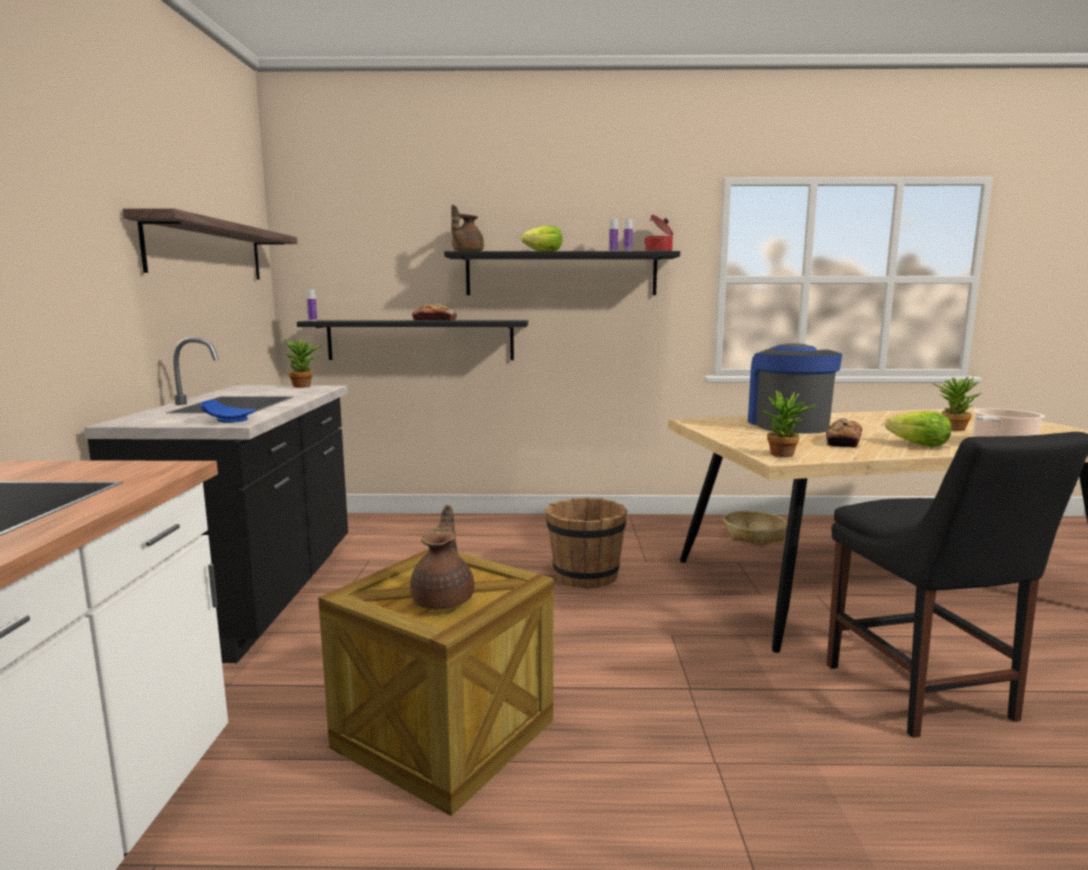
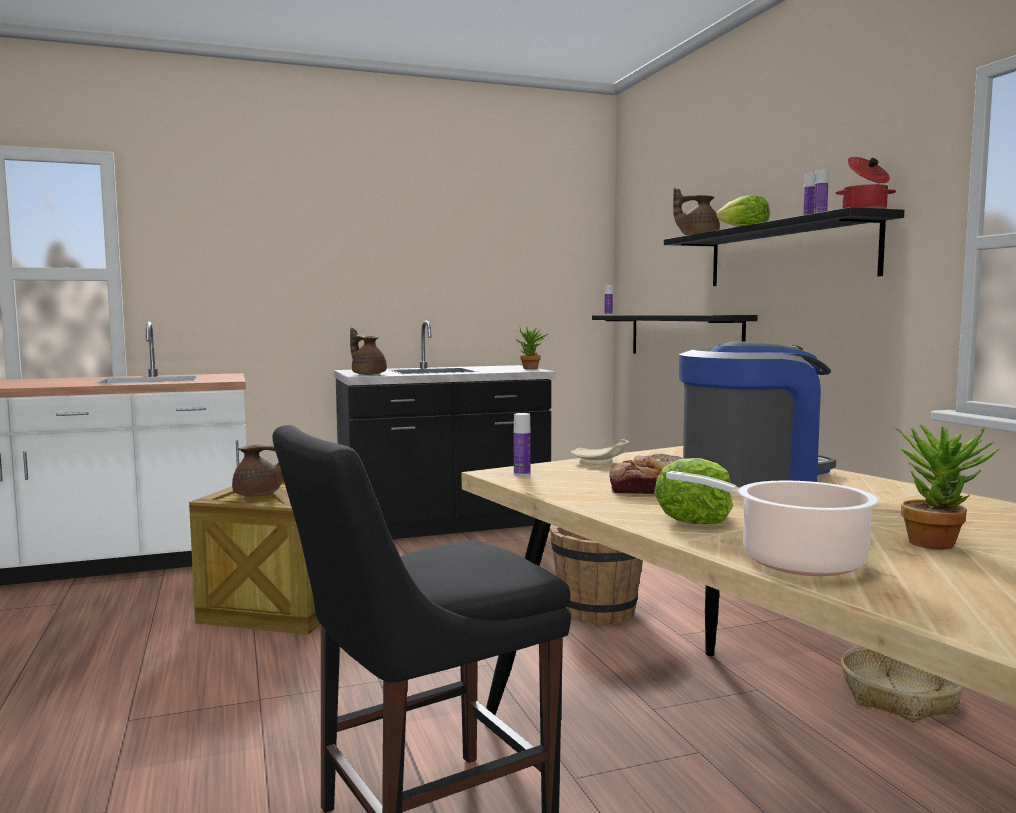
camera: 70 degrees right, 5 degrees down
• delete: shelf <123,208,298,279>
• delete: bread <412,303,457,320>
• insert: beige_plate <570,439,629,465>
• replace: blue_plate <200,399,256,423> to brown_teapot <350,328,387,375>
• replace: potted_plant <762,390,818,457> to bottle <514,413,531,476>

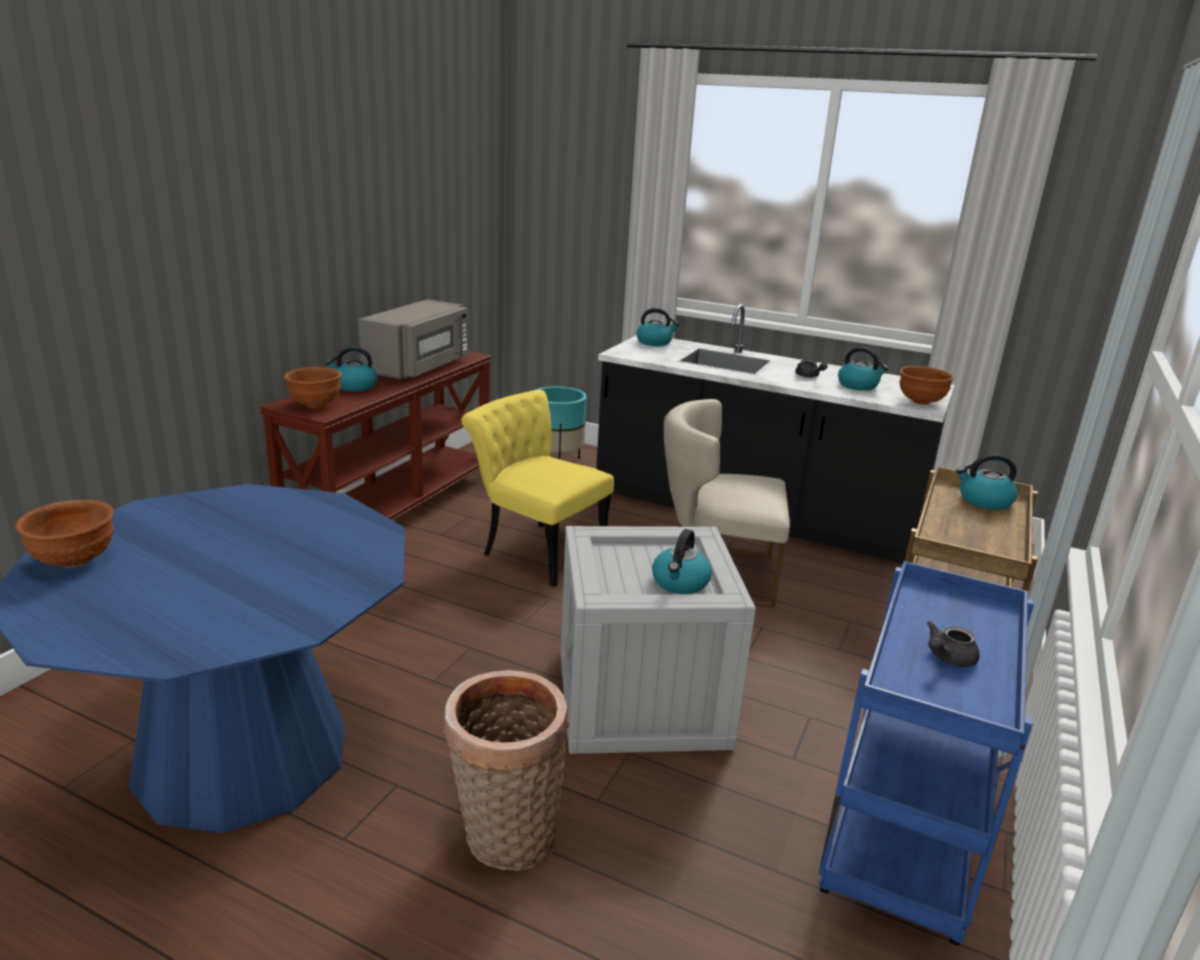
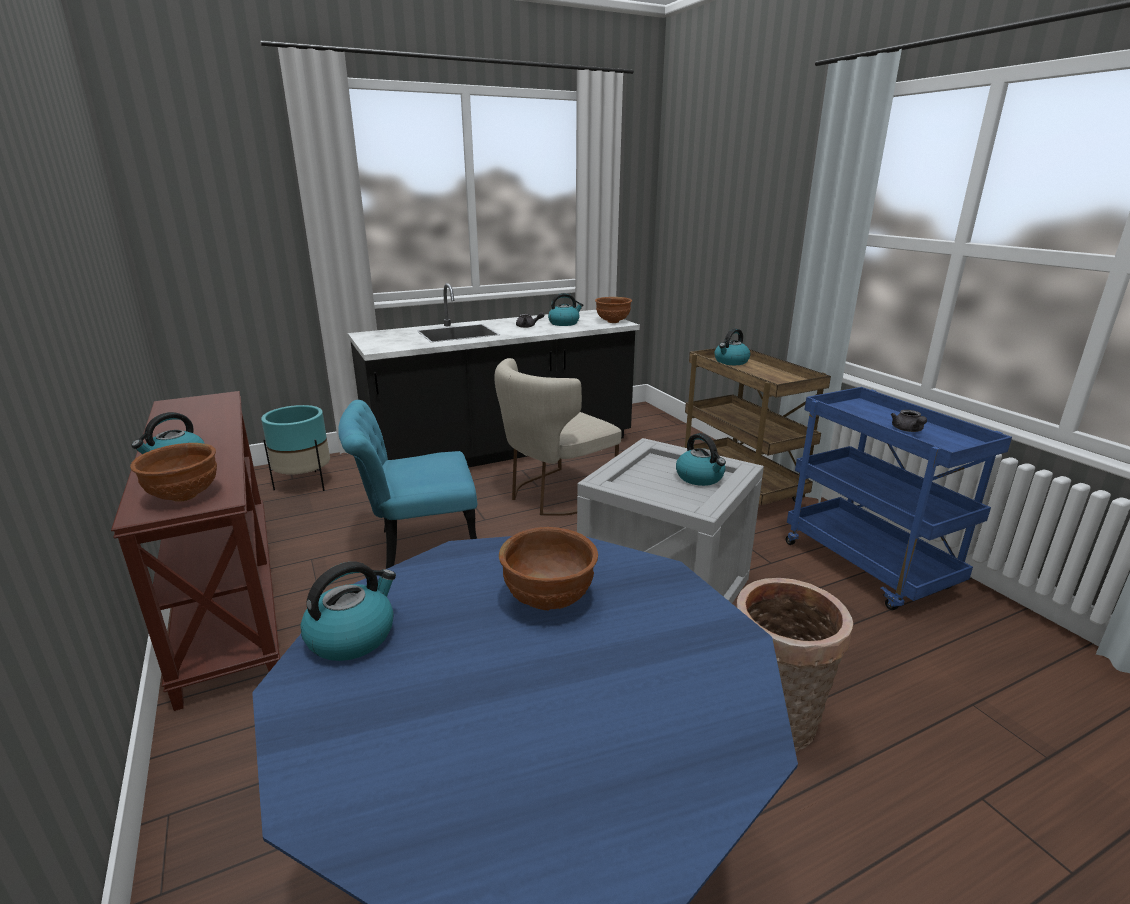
camera: 50 degrees left, 0 degrees up
• delete: grey_microwave <358,299,468,379>
• move: brown_bowl <15,500,114,567> to <499,527,598,611>
• move: kettle <636,308,679,346> to <300,562,396,661>
• recolor: yellow_chair <461,390,614,587> to turquoise_chair <339,400,477,569>

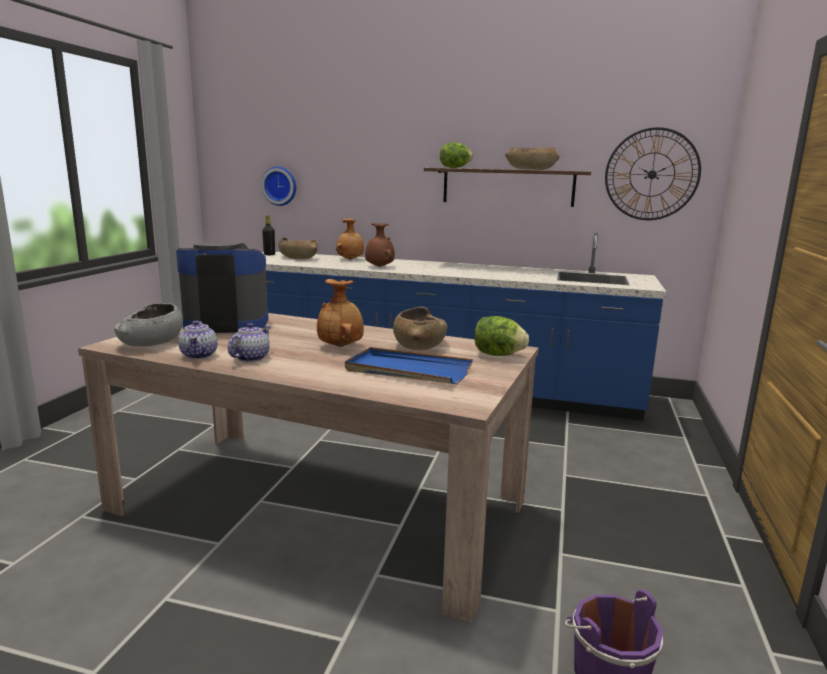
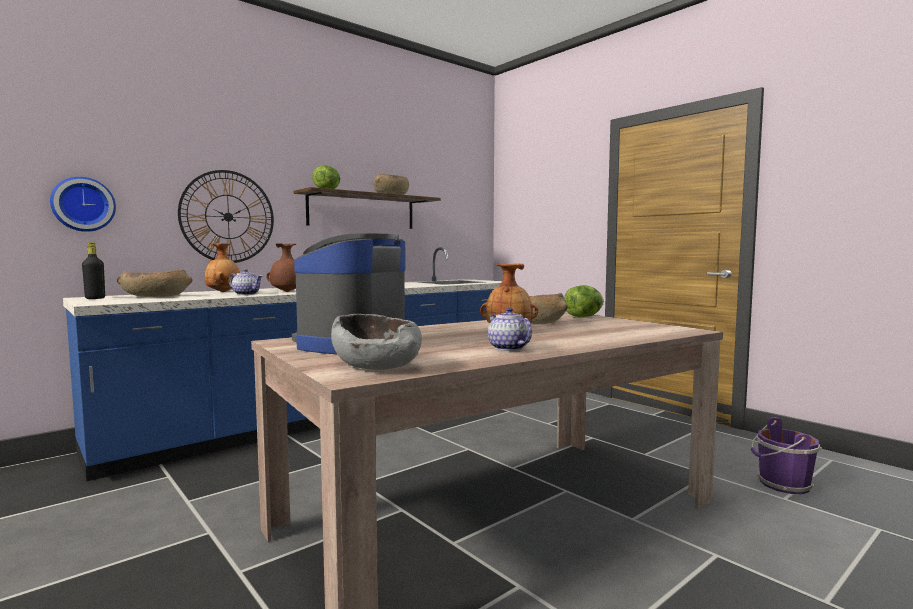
camera: 55 degrees left, 10 degrees down
• delete: blue_tray <345,347,473,384>
• move: teapot <178,321,217,359> to <229,269,263,295>
• move: wall_clock <605,127,701,220> to <178,170,274,263>

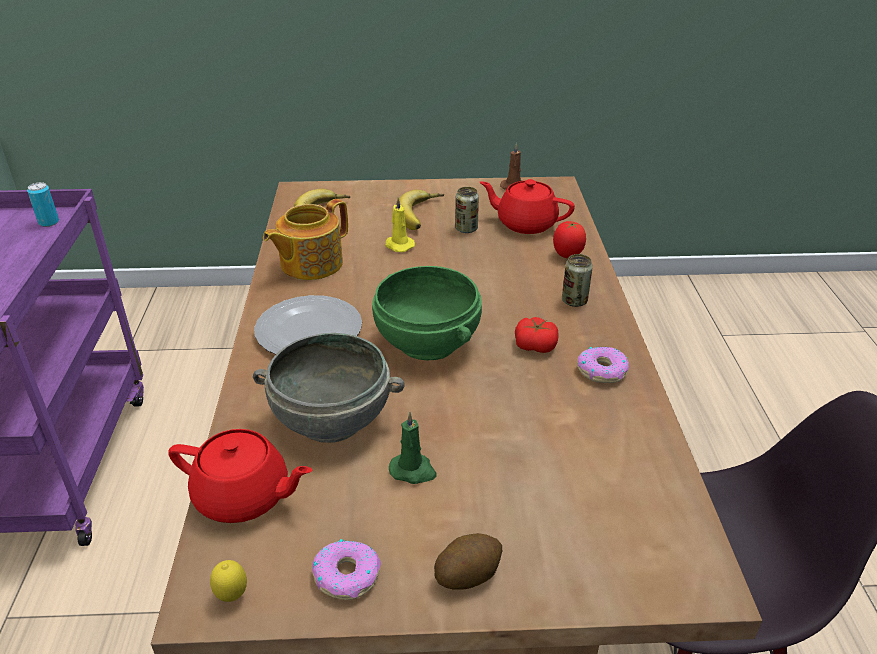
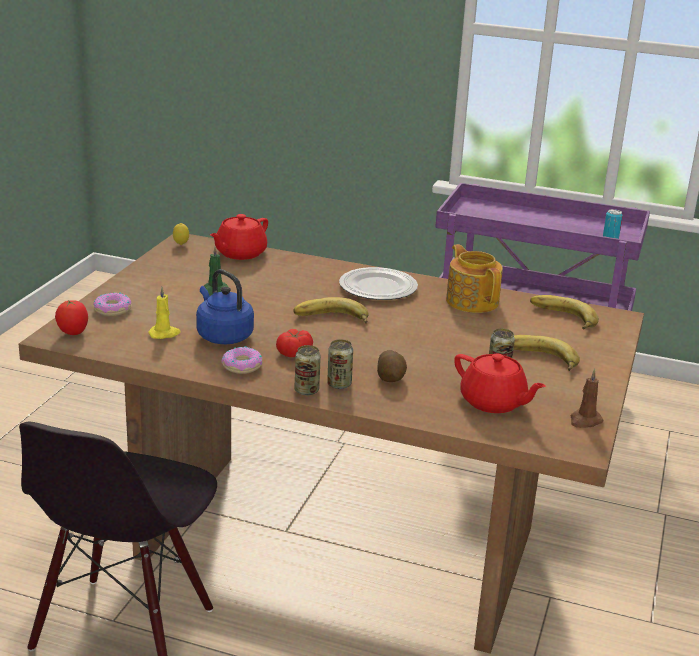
camera: 110 degrees right, 10 degrees down
• delete: grey_bowl <253,333,405,443>
• insert: blue_kettle <196,269,254,344>
• insert: can <294,345,321,395>
• move: donut <312,539,381,600> to <93,293,132,316>
• move: yellow_candle <385,197,415,252> to <148,287,181,339>
• move: potato <434,533,502,590> to <377,350,407,382>
• move: tomato <553,221,586,258> to <55,300,88,335>
• replace: green_bowl <372,266,482,360> to banana <293,297,369,324>
• rotate: red_teapot <480,179,575,234> = <454,353,546,413> 90 degrees clockwise

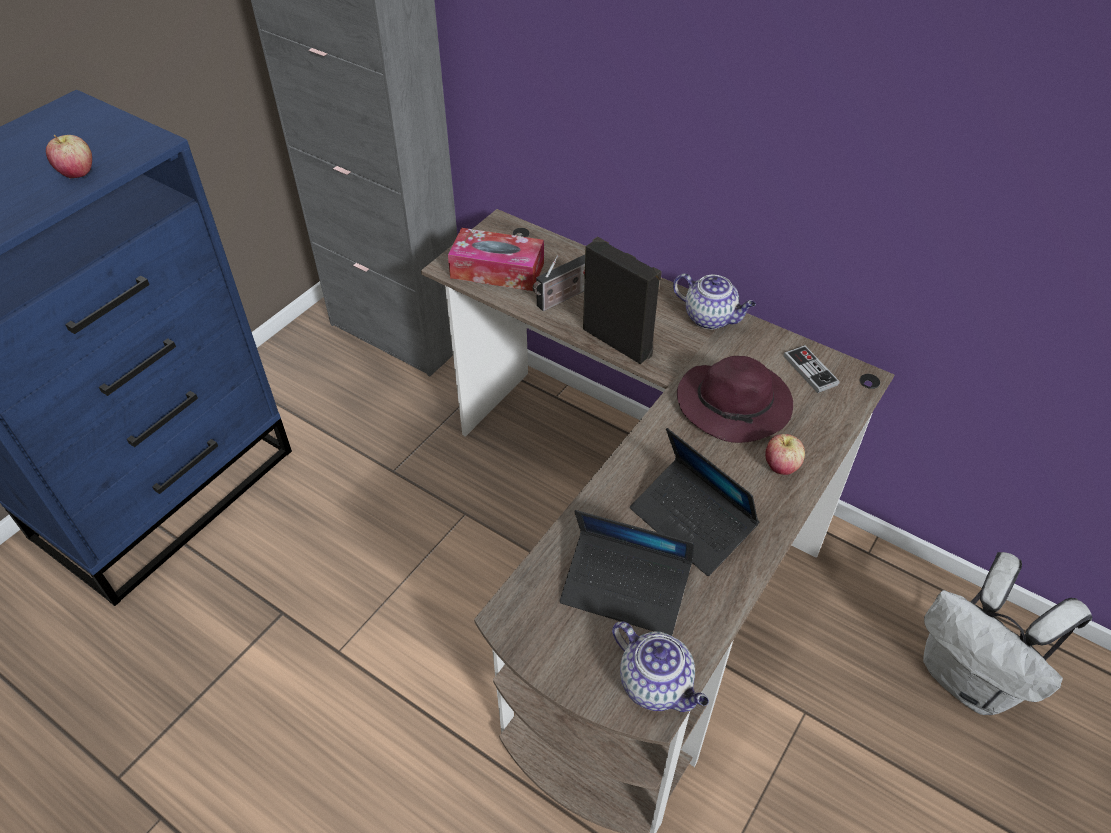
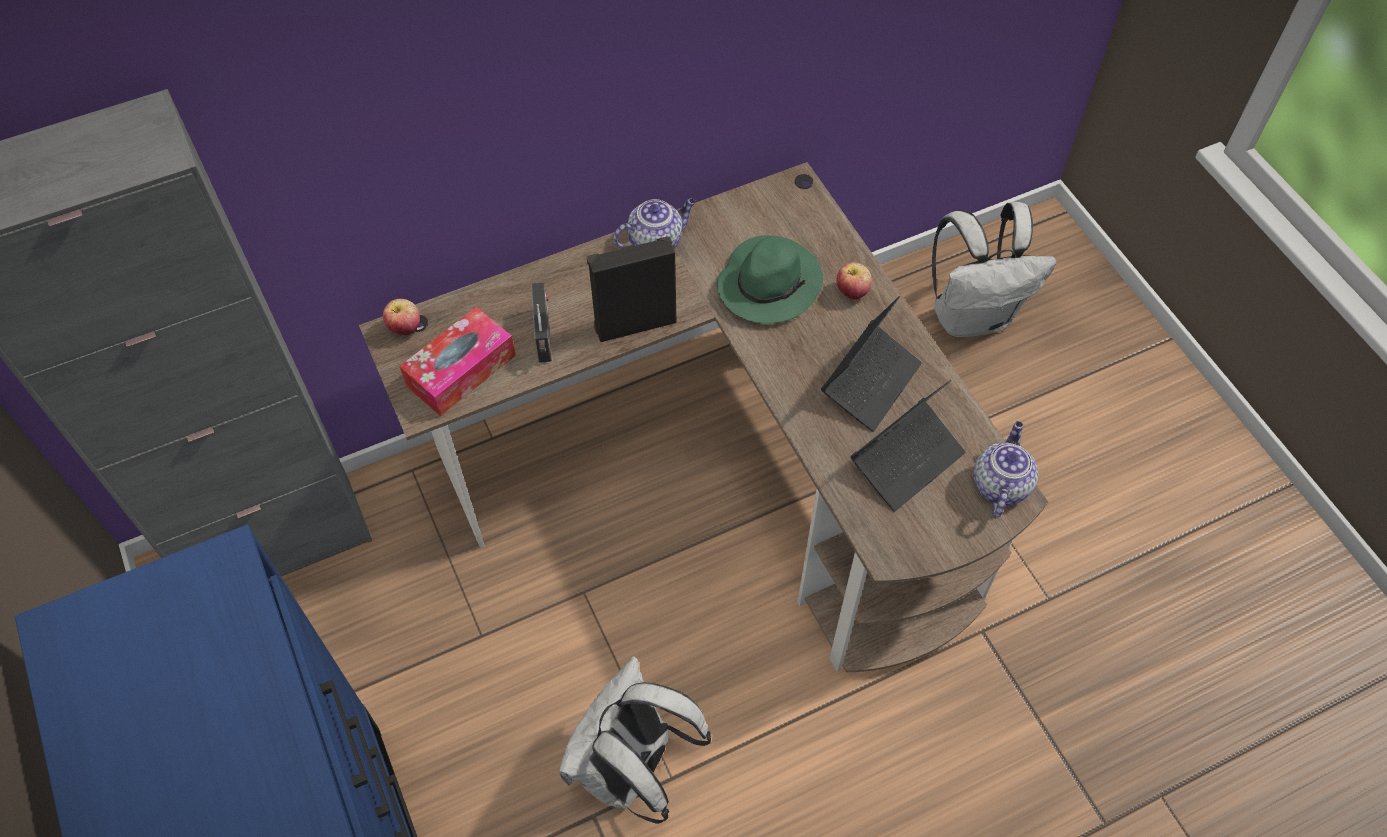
camera: 60 degrees left, 10 degrees up
• delete: game_controller <784,345,840,393>
• insert: white_backpack <559,656,711,824>
• move: apple <46,135,92,178> to <383,299,420,335>
• recolor: purple_hat <677,356,793,443> to green_hat <717,235,823,324>
• rotate: teapot <612,621,709,712> = <973,421,1038,517> 60 degrees counterclockwise
• rotate: laptop <630,428,759,576> = <821,296,922,432> 45 degrees counterclockwise

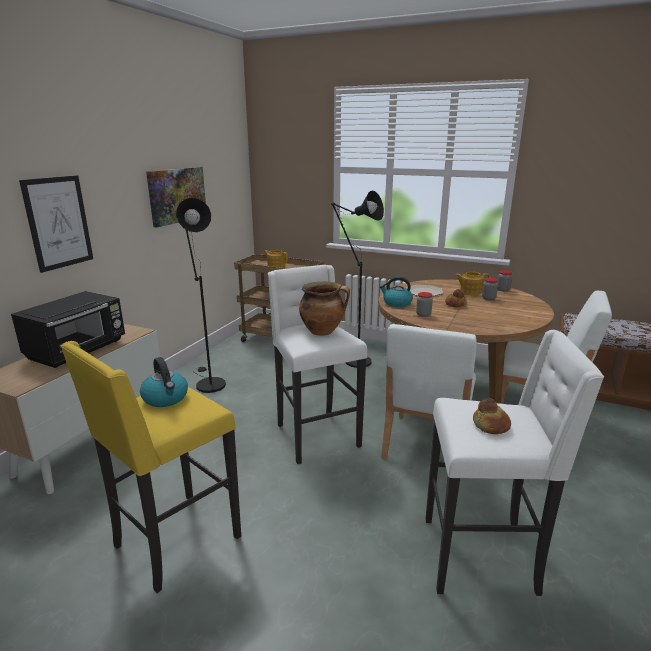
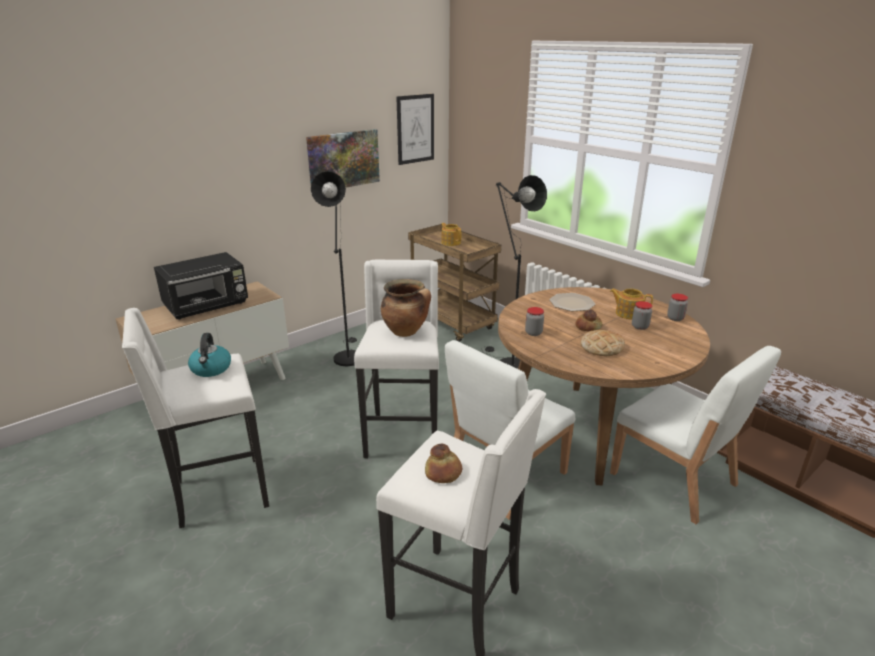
camera: 25 degrees right, 5 degrees up
• delete: kettle <380,277,413,307>
• insert: bread <580,330,625,356>
• move: picture <19,175,93,273> to <396,94,434,165>
• recolor: yellow_stool <60,341,241,593> to white_stool <122,308,269,528>

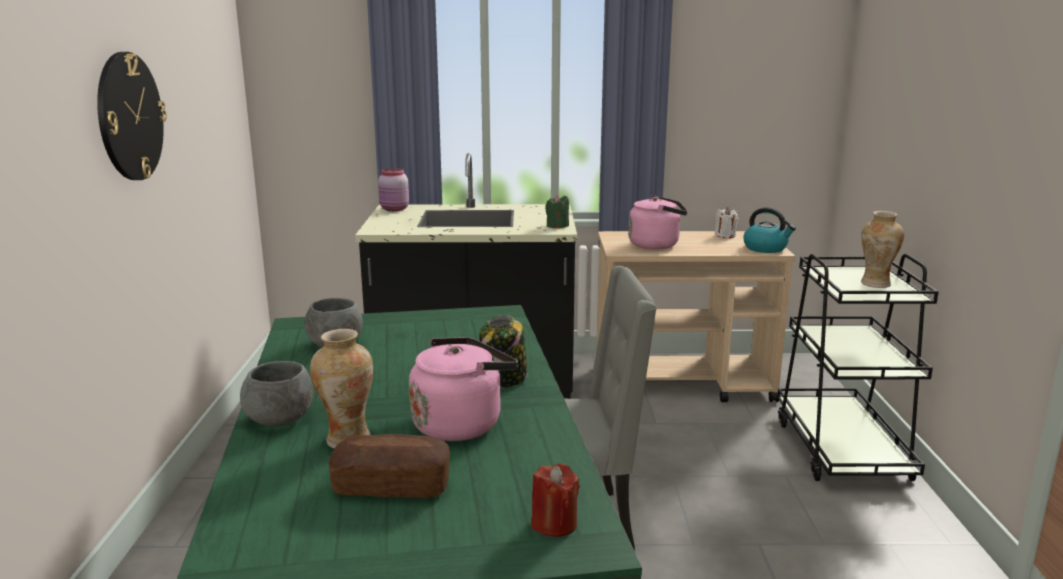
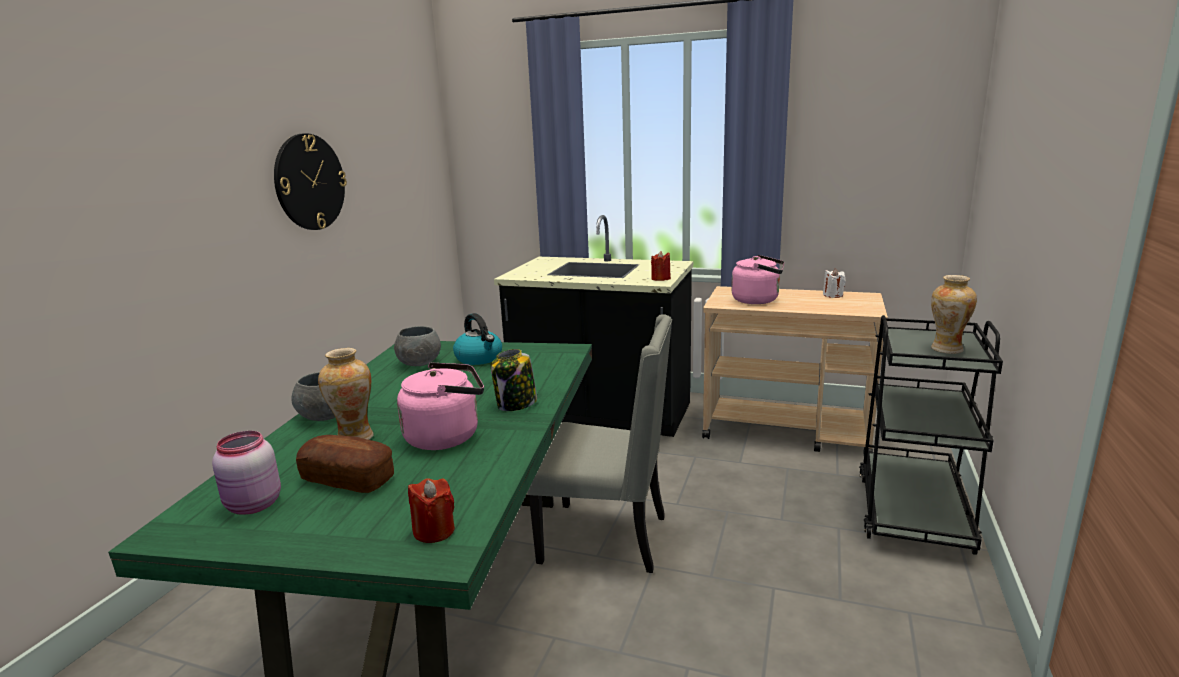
camera: 20 degrees right, 0 degrees up
• move: pink_jar <378,168,409,211> to <212,431,281,515>
• move: kettle <743,207,796,253> to <453,313,502,365>
• recolor: green_candle <545,194,569,228> to red_candle <651,251,671,281>

